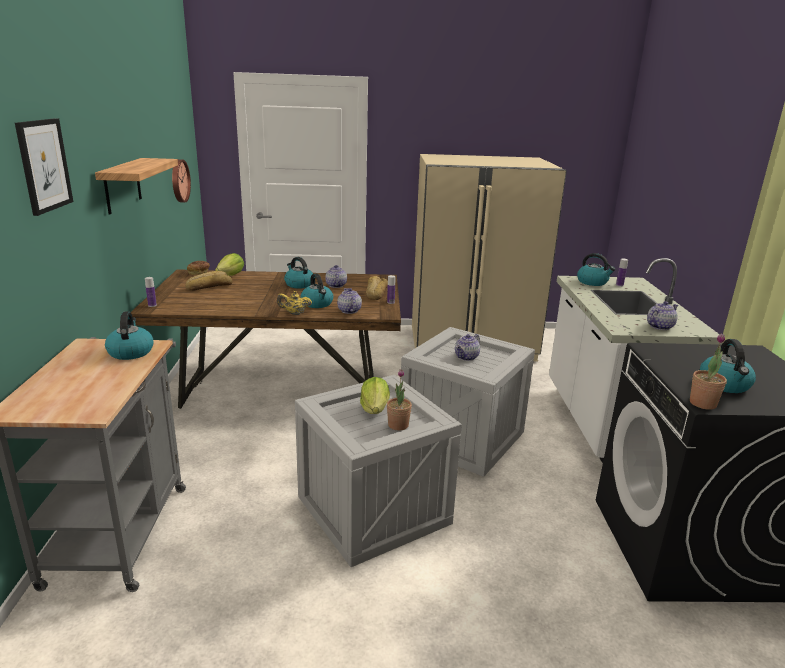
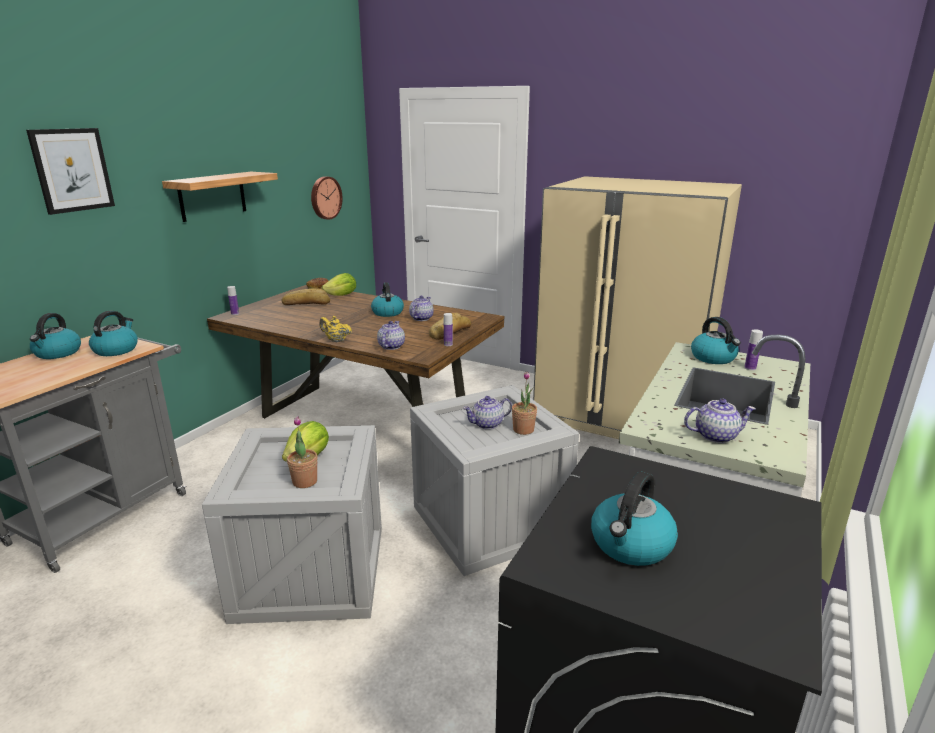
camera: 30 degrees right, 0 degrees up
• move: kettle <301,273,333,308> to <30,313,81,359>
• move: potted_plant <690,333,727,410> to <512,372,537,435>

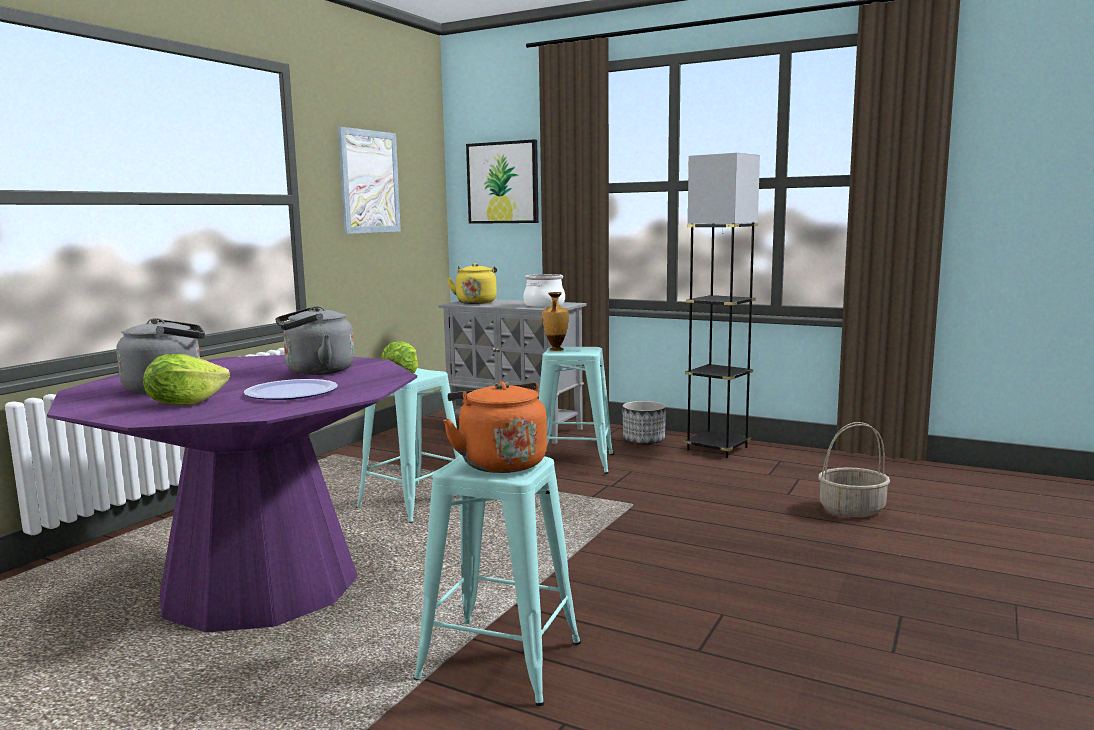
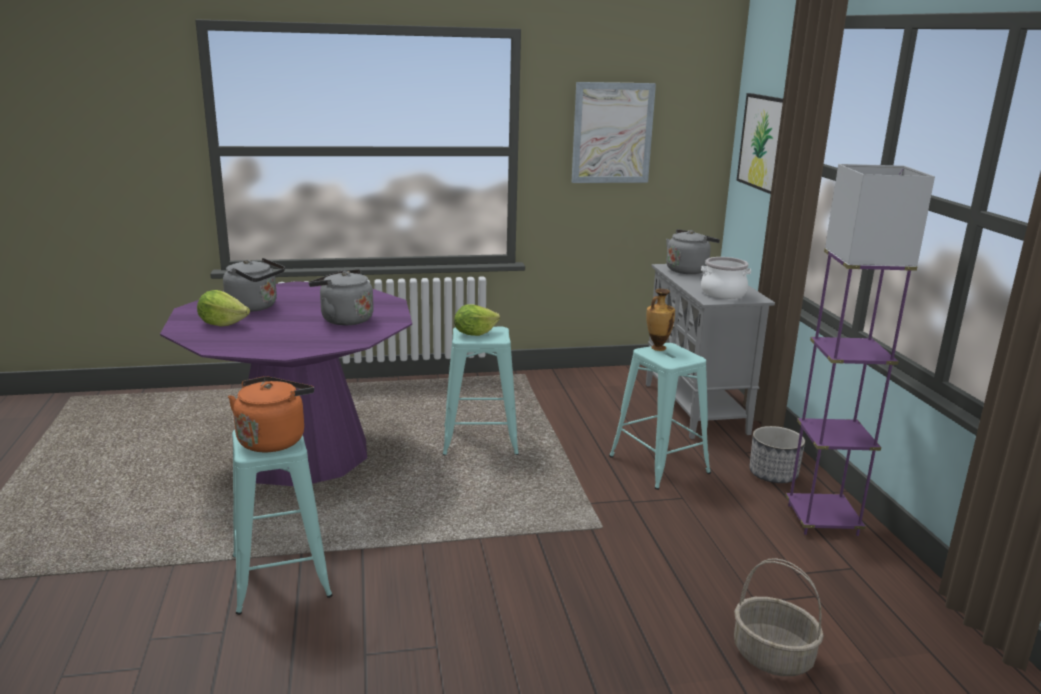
camera: 50 degrees right, 10 degrees up
• delete: plate <243,379,338,400>
• recolor: yellow_kettle <447,263,497,304> to grey_kettle <666,229,720,274>
• recolor: grey_floor_lamp <684,153,760,458> to purple_floor_lamp <786,164,935,536>

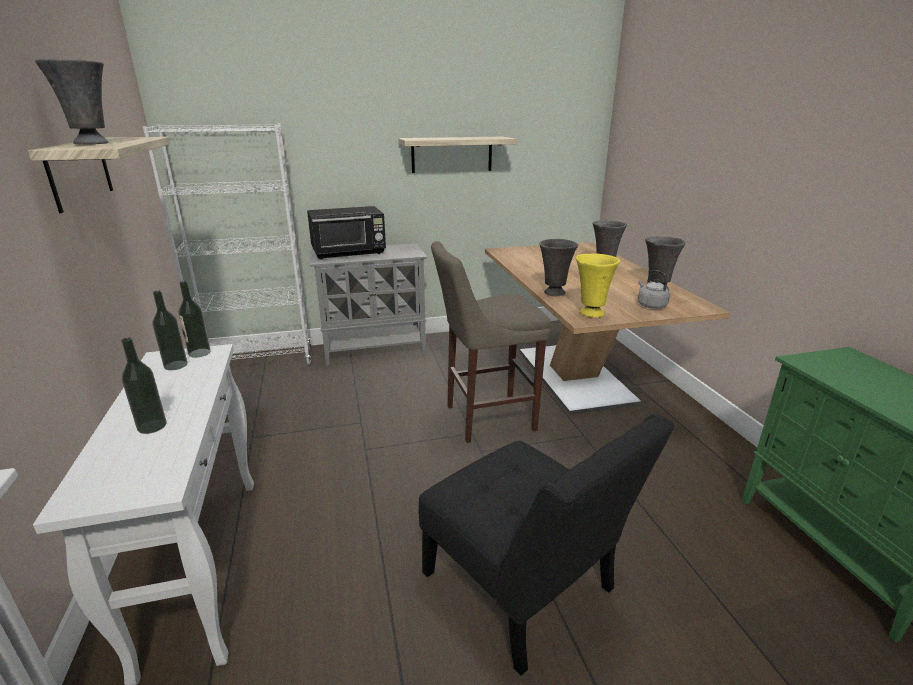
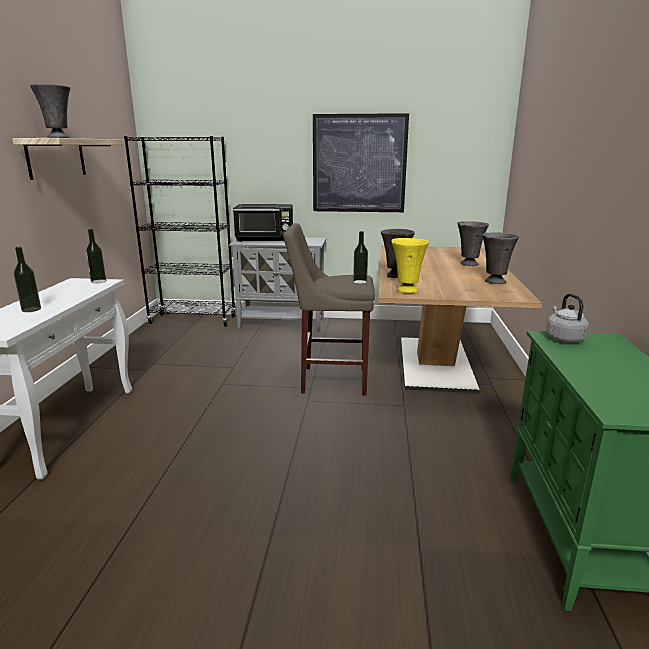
camera: 20 degrees right, 5 degrees down
• delete: black_chair <419,413,675,676>
• move: bottle <152,290,187,370> to <353,231,368,284>
• move: grey_kettle <638,270,670,309> to <546,293,589,343>
• replace: shelf <398,137,517,173> to picture <313,113,409,212>
• recolor: white_bookcase <143,123,311,365> to black_bookcase <124,136,236,327>

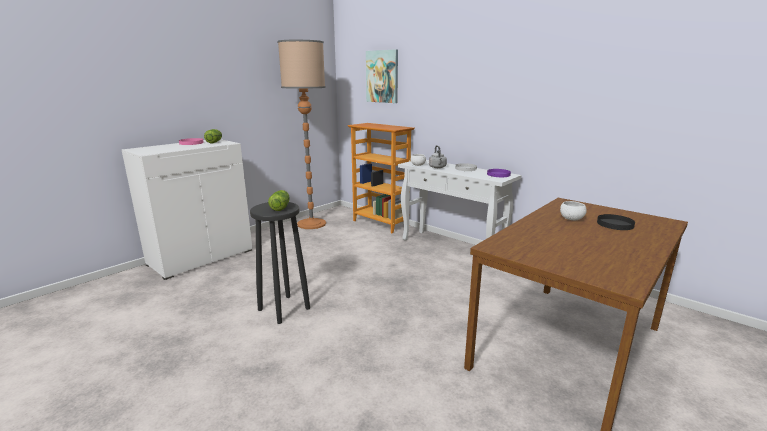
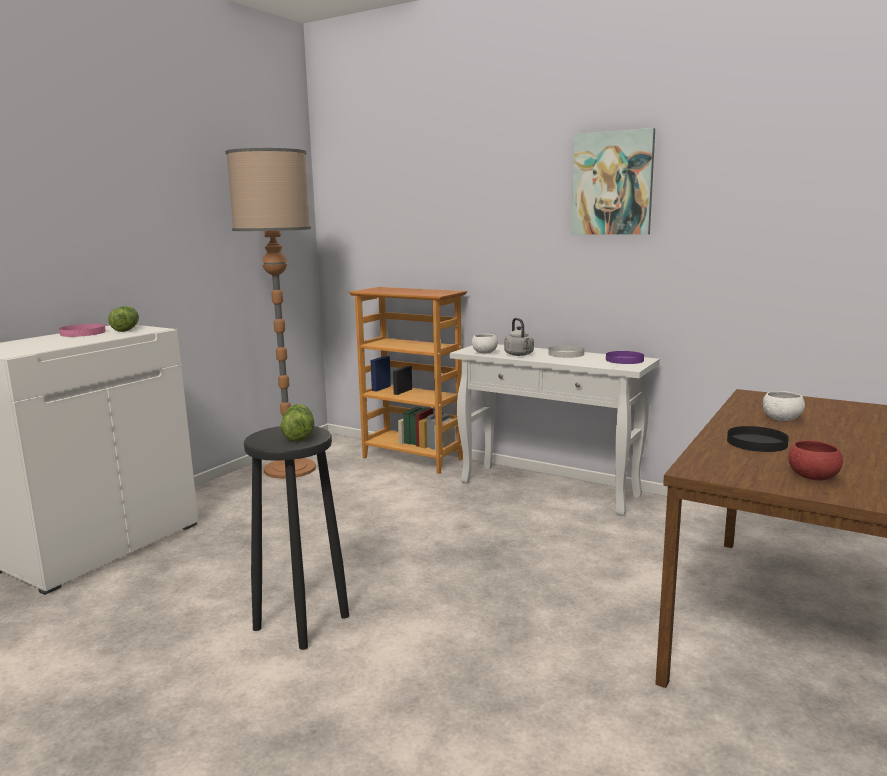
camera: 10 degrees left, 5 degrees down
• insert: red_bowl <788,440,843,481>
• move: picture <366,49,398,103> to <572,128,655,235>
• move: black_plate <597,214,635,230> to <727,426,789,452>

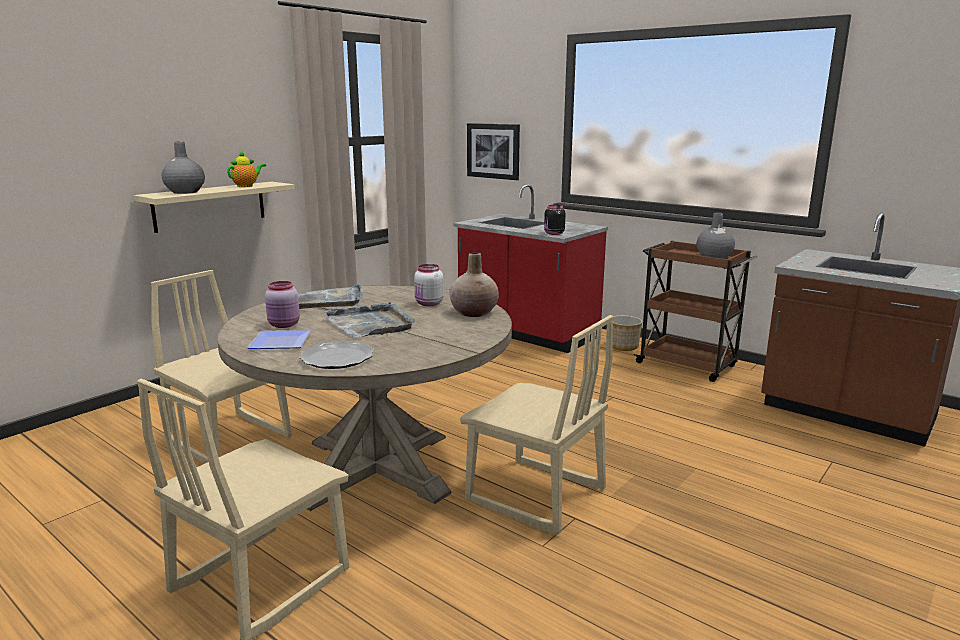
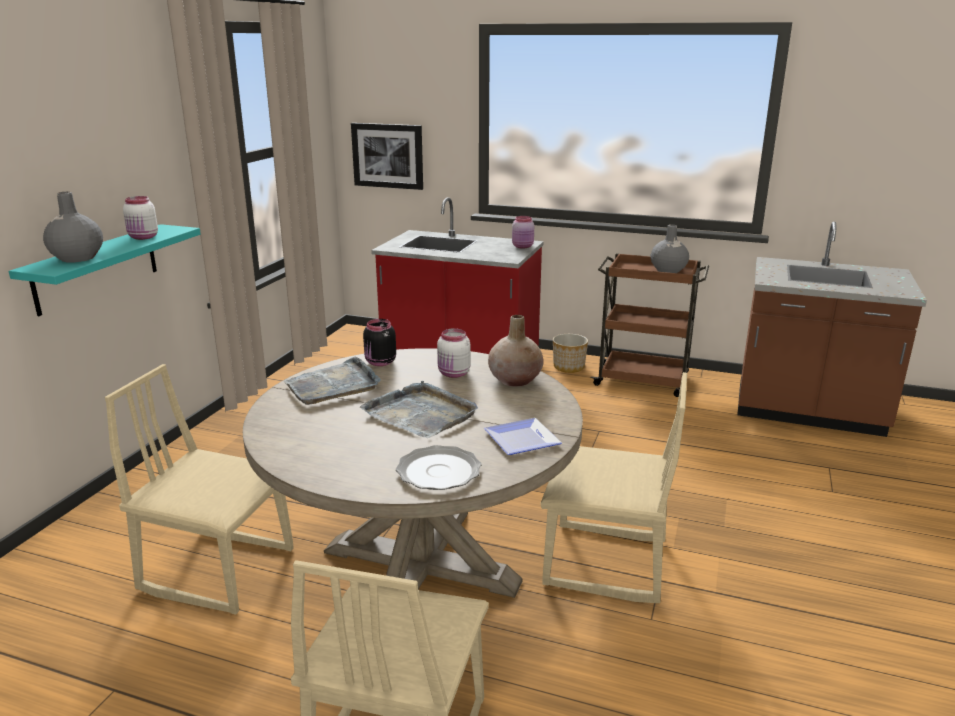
camera: 20 degrees left, 5 degrees up
• move: plate <247,330,311,349> to <484,418,562,455>
• move: pink_jar <265,281,300,328> to <512,216,534,248>
• move: black_jar <544,205,566,235> to <363,319,396,366>
• replace: teapot <227,151,266,187> to white_jar <123,196,158,240>
• recolor: beige_shelf <134,182,294,233> to turquoise_shelf <9,224,201,316>

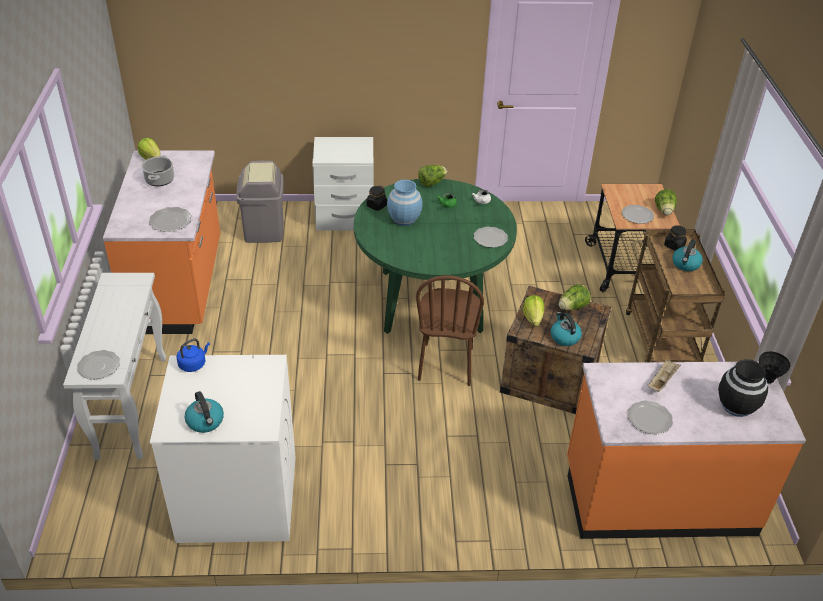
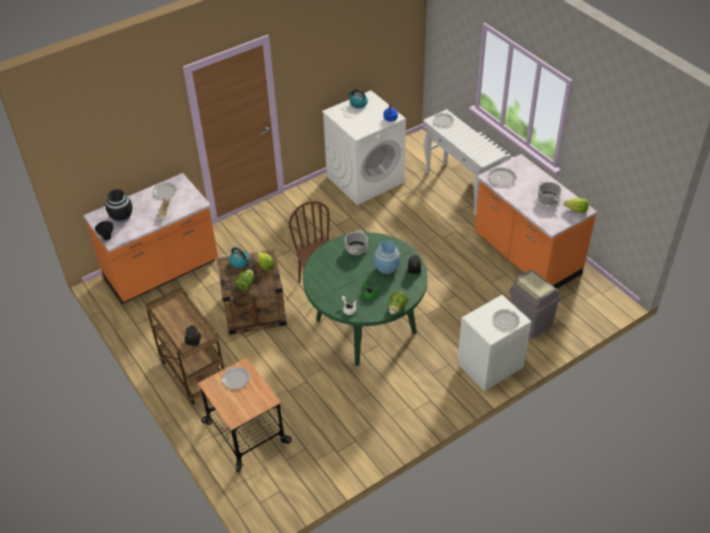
camera: 150 degrees right, 5 degrees up
• delete: lettuce <655,189,677,215>
• delete: kettle <672,239,703,271>
• insert: cooking_pot <345,230,368,255>
• move: plate <474,227,508,248> to <492,309,520,330>

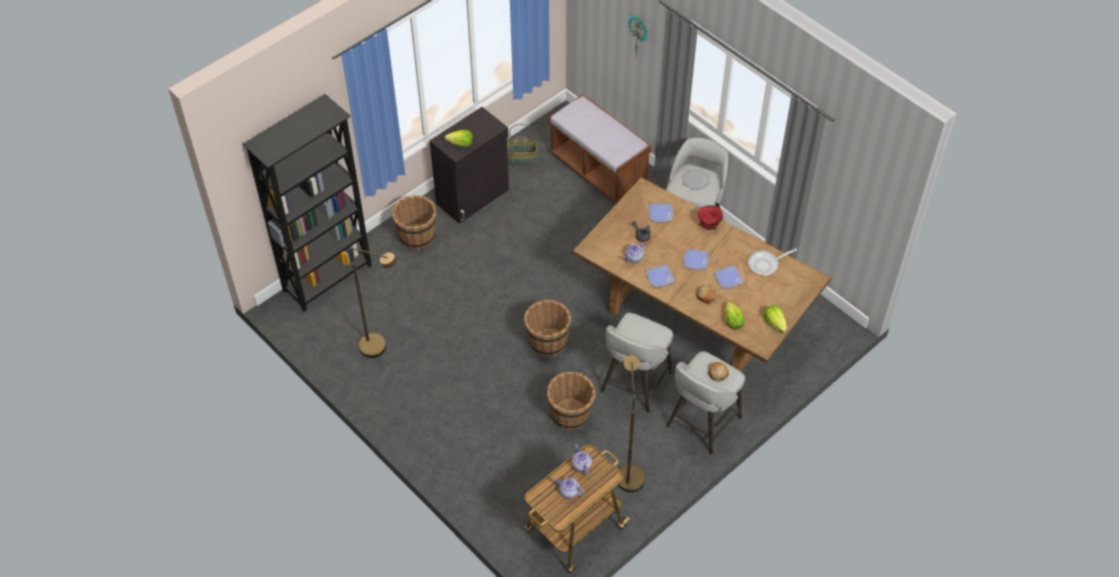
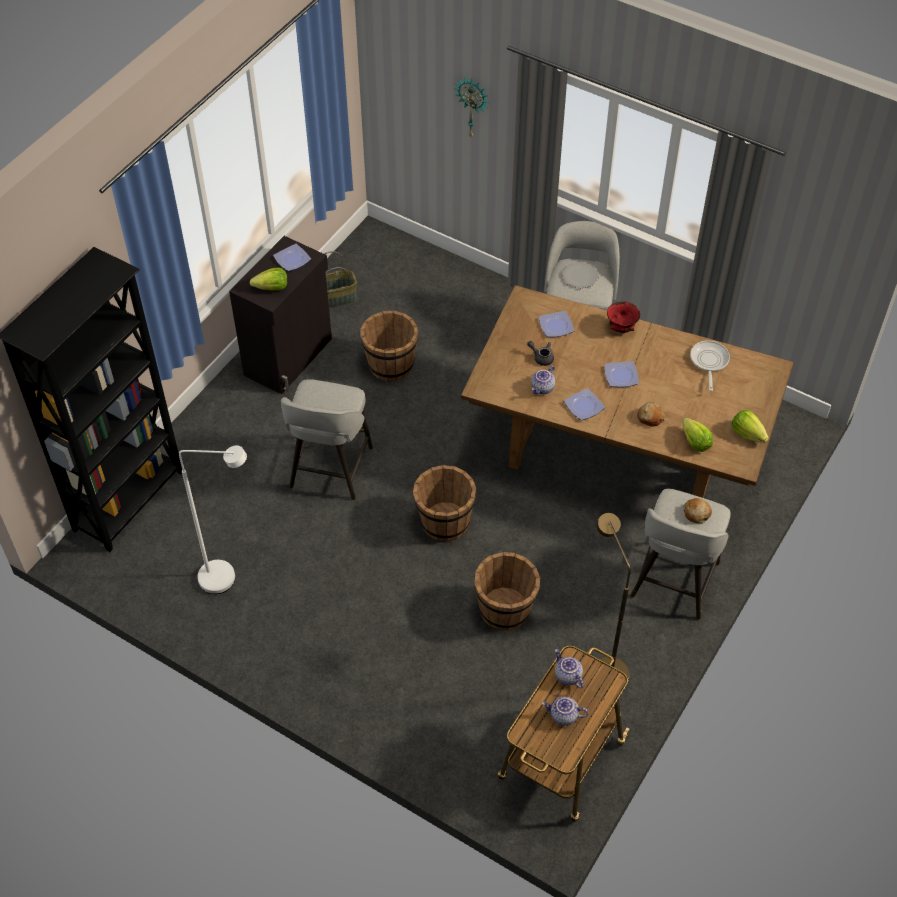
camera: 15 degrees left, 0 degrees up
• delete: brown_bench <549,94,651,204>
• move: brown_bucket <392,195,437,250> to <360,311,418,382>
• move: grey_stool <601,313,673,412> to <281,379,373,500>
• move: plate <714,266,744,289> to <273,244,311,271>
• recolor: brown_floor_lamp <351,248,397,358> to white_floor_lamp <179,445,247,594>
• rotate: frying_pan <748,248,797,276> = <690,341,730,391> 135 degrees clockwise

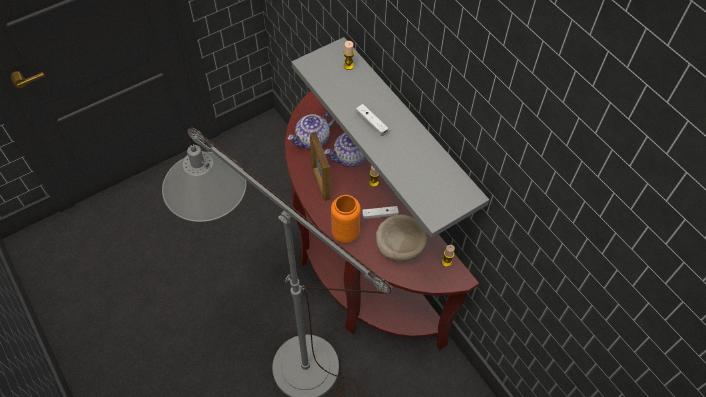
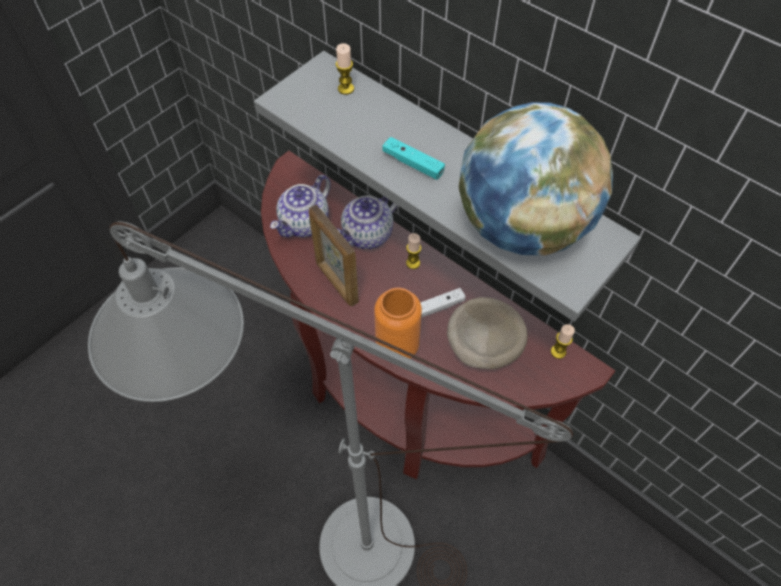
camera: 15 degrees left, 0 degrees up
• insert: globe <458,102,613,256>
• recolor: white_game_controller <356,104,388,136> to turquoise_game_controller <382,137,445,180>

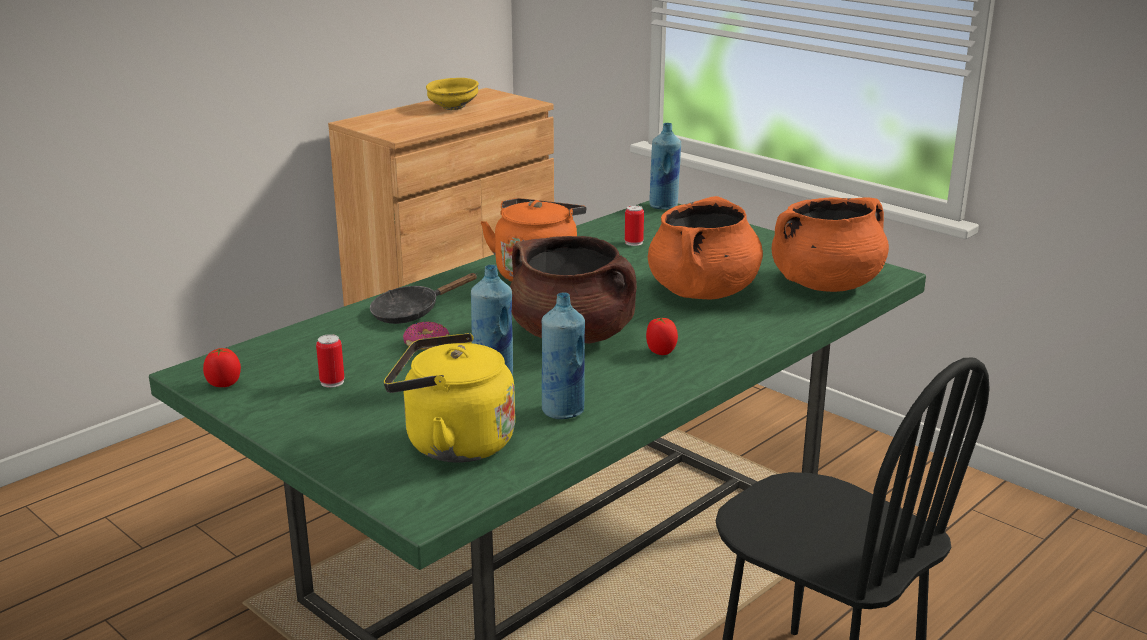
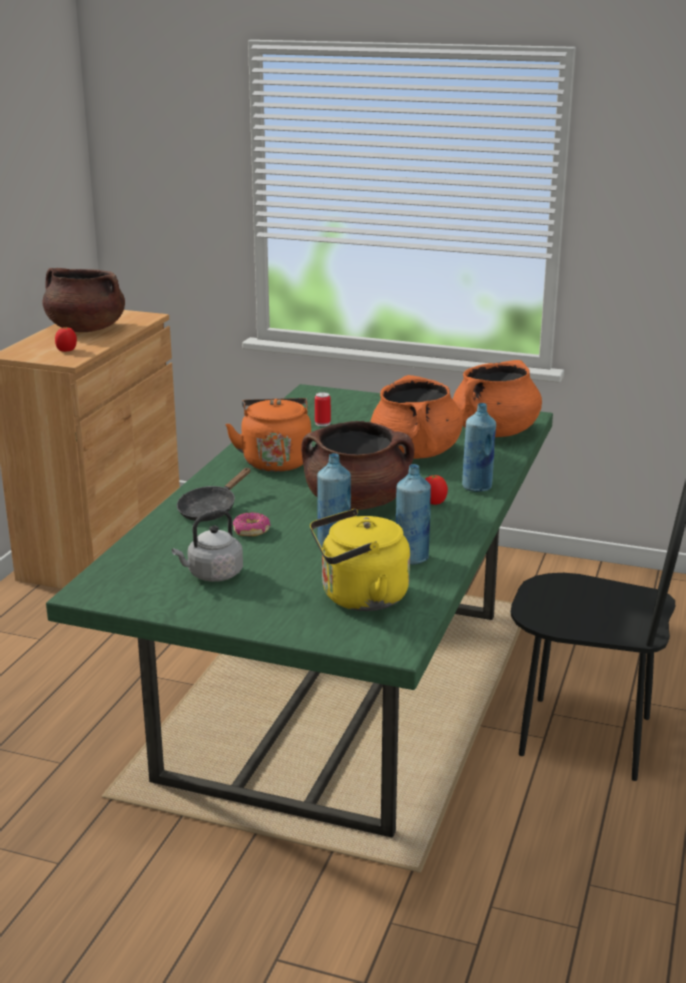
camera: 25 degrees left, 0 degrees up
• move: tomato <203,348,241,387> to <55,327,77,352>
• move: blue_bottle <649,123,681,210> to <462,403,496,492>
• replace: can <316,334,344,388> to grey_kettle <172,510,243,582>
• replace: yellow_bowl <426,78,479,110> to brown_cooking_pot <42,268,125,332>

